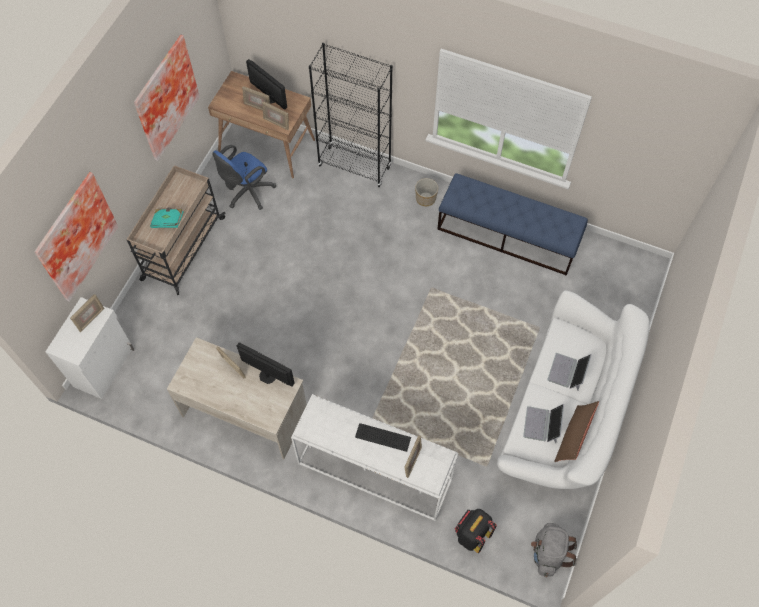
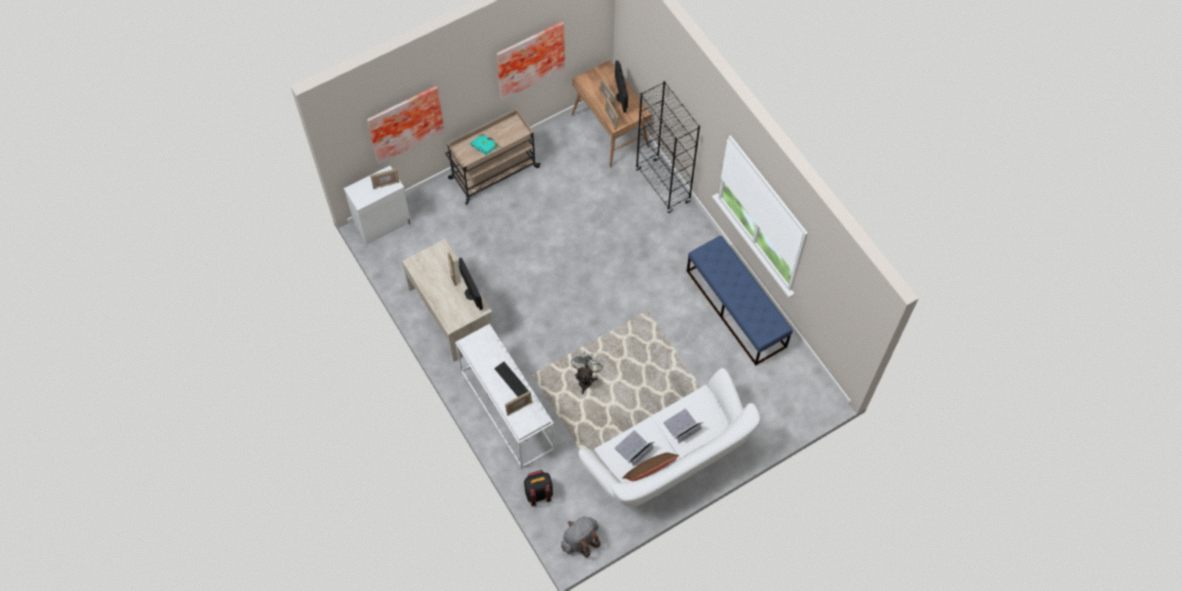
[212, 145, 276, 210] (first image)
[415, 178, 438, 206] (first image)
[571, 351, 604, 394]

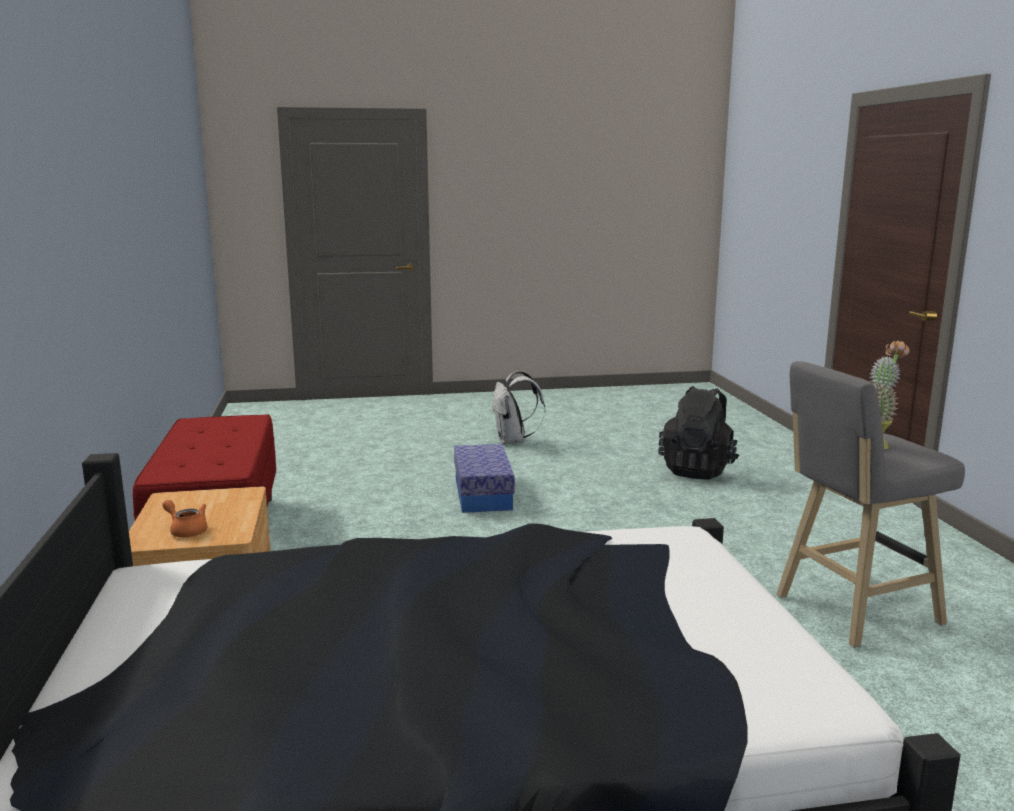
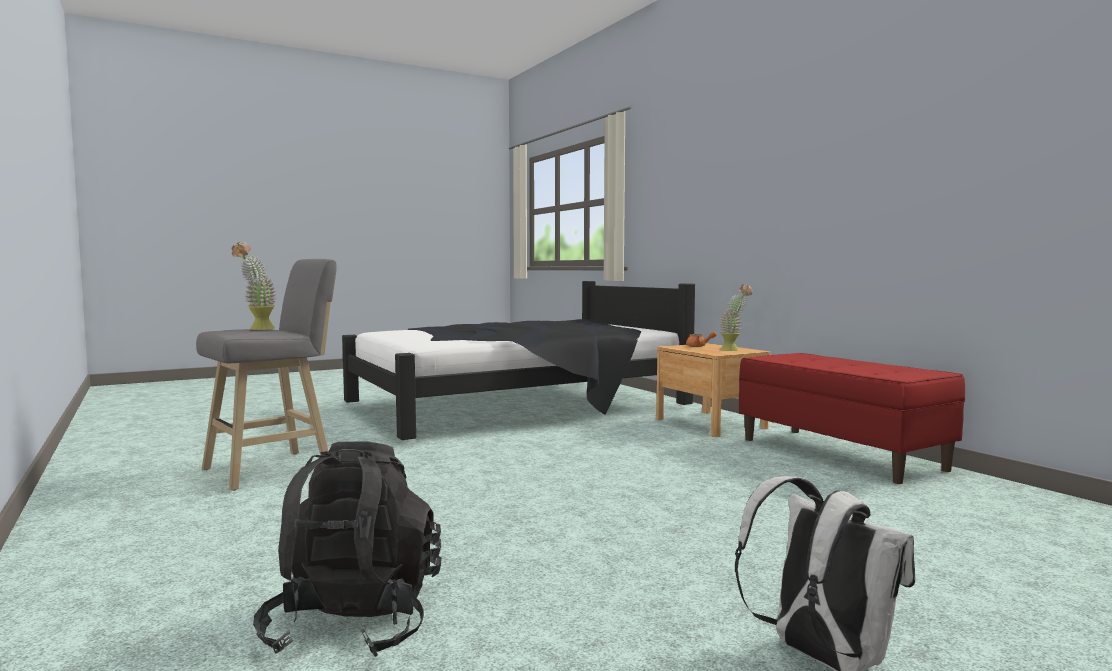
[454, 444, 515, 513] (first image)
[719, 284, 753, 351]

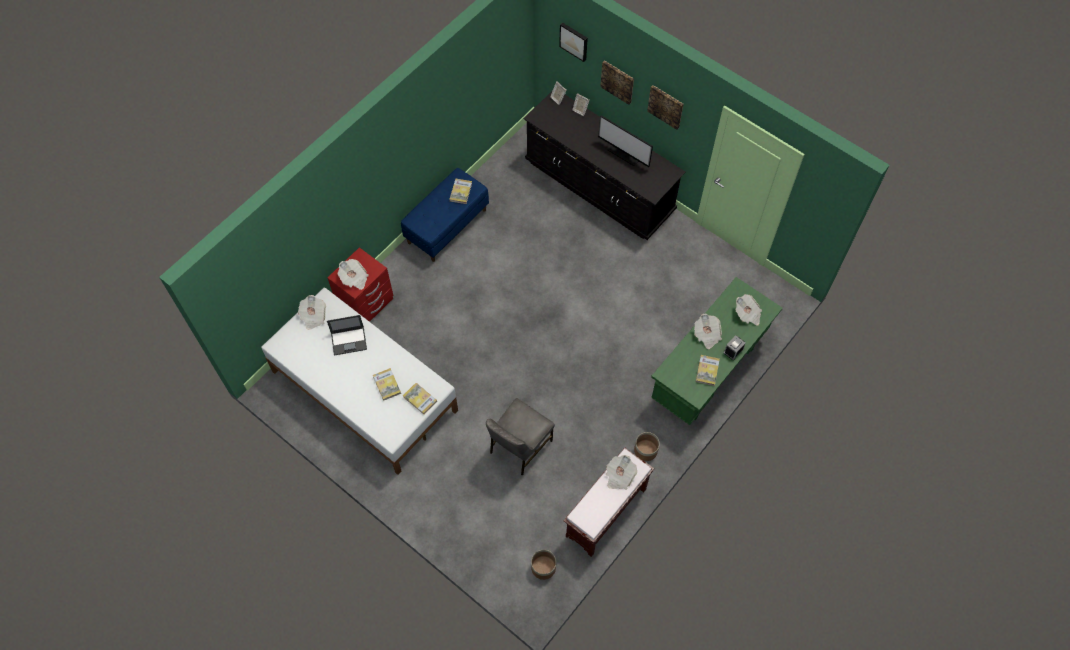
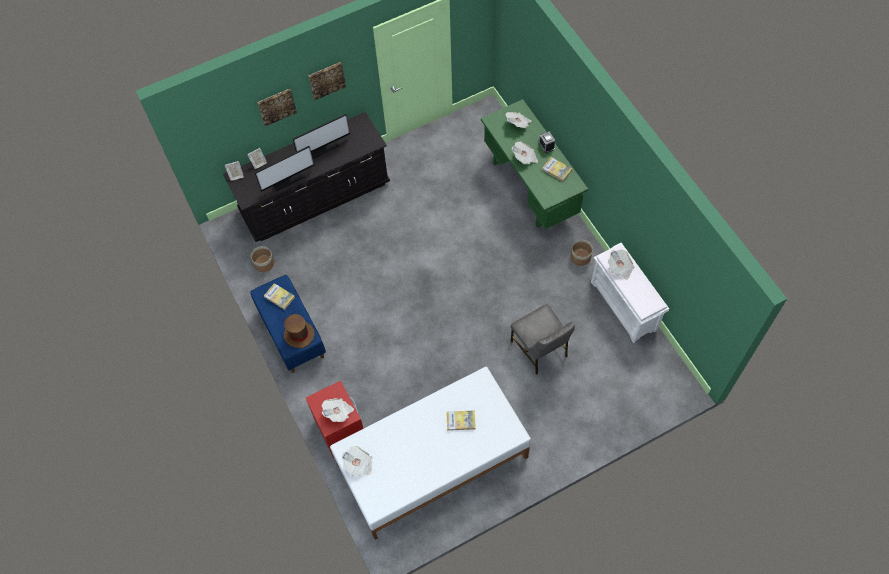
[327, 315, 367, 356] (first image)
[403, 383, 437, 415] (first image)
[251, 246, 274, 272]
[559, 22, 588, 62] (first image)
[591, 243, 669, 343]
[255, 146, 314, 192]
[284, 314, 315, 348]

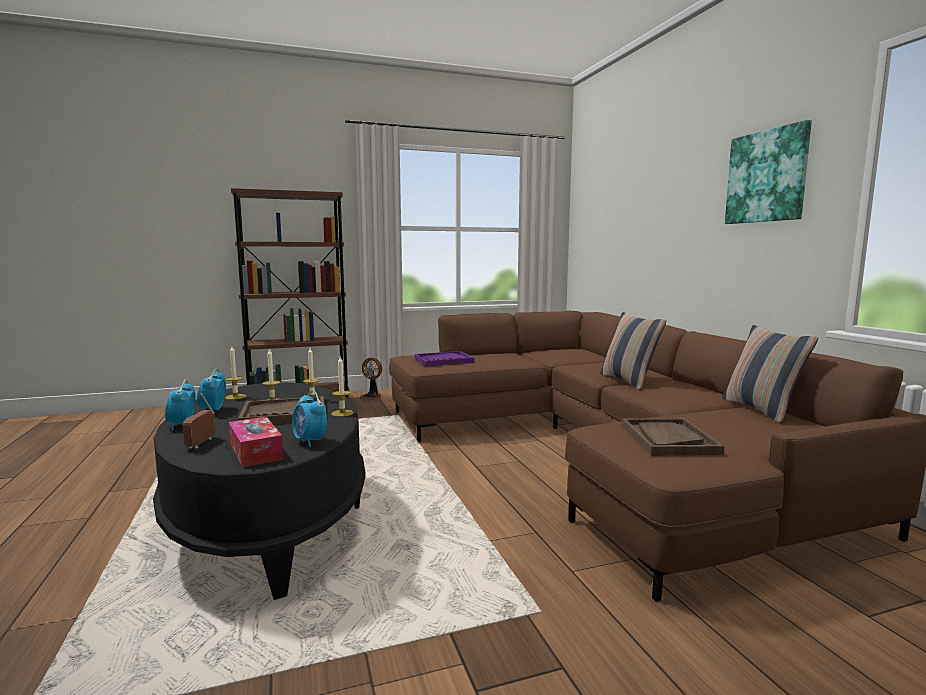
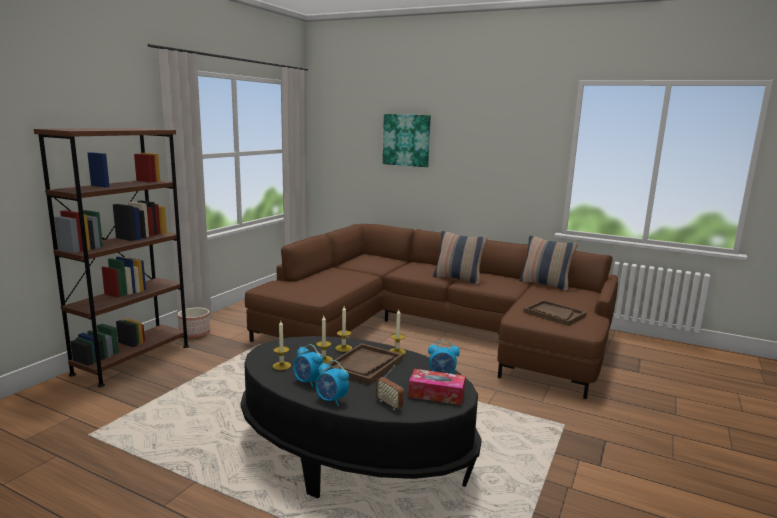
[178, 307, 210, 338]
[415, 351, 475, 366] (first image)
[383, 114, 431, 167]

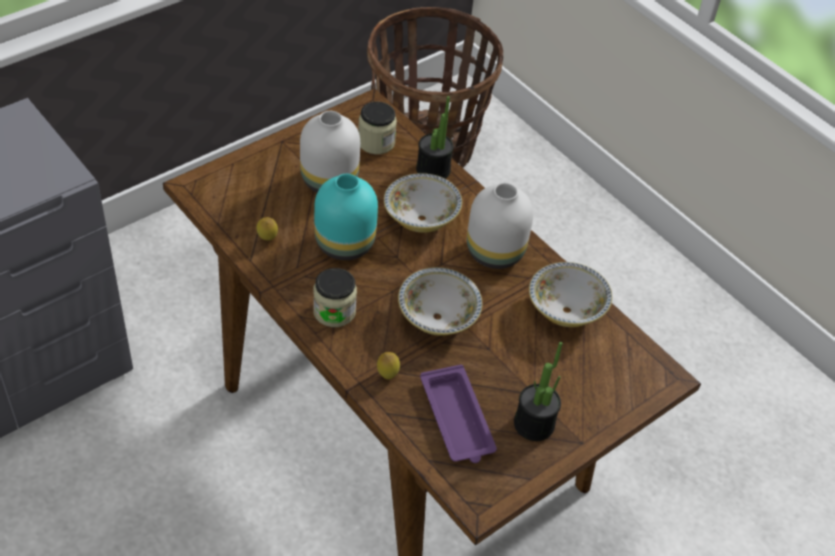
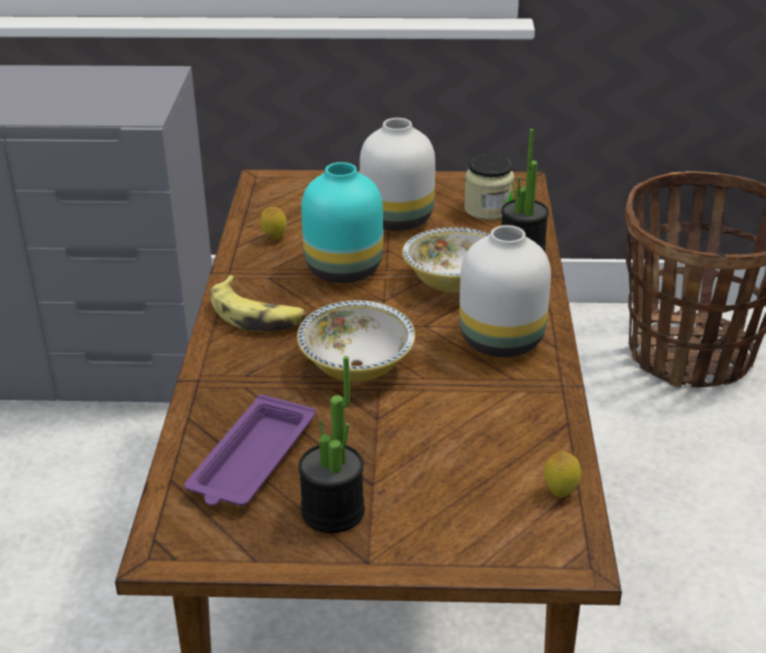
[210, 275, 307, 332]
[544, 451, 581, 498]
[529, 262, 612, 327] (first image)

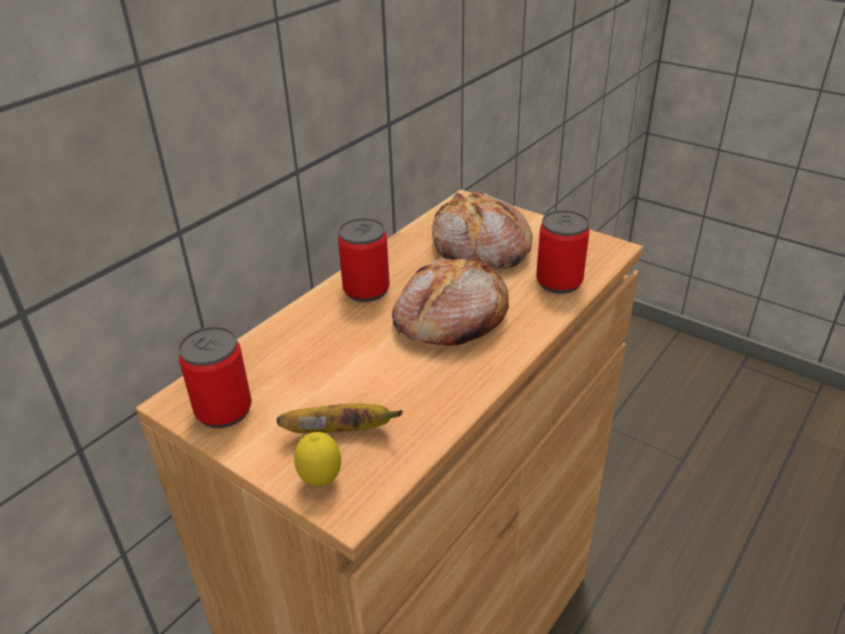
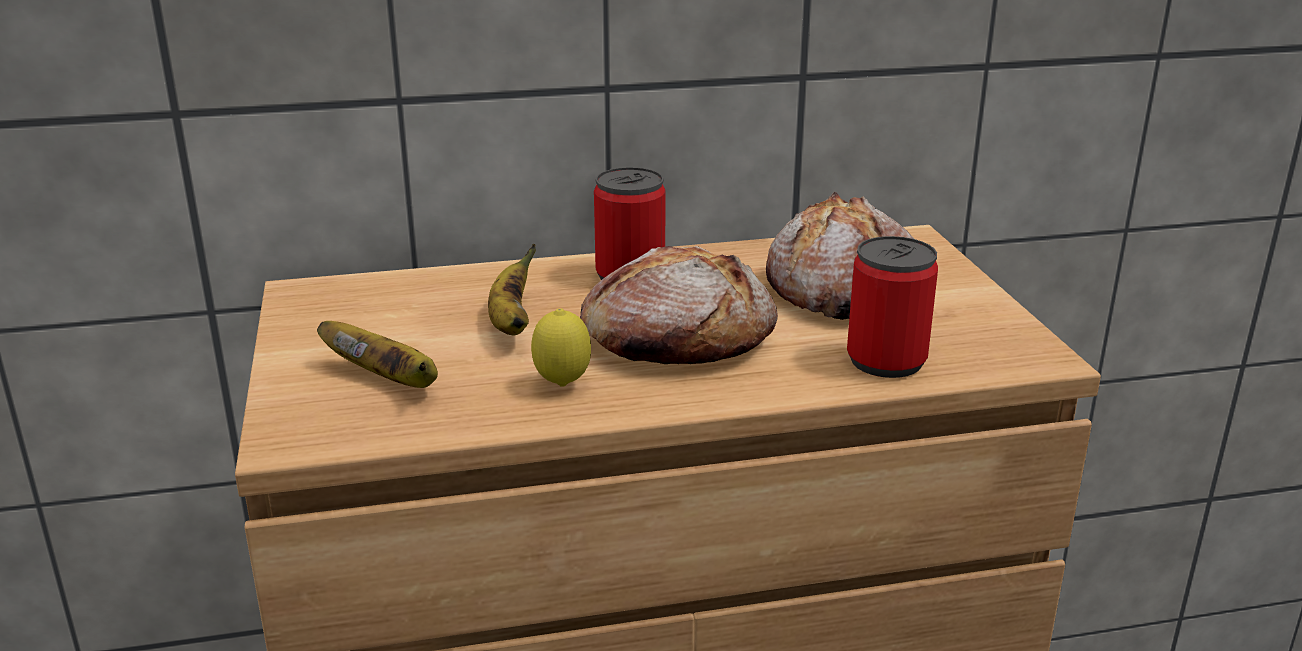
[178, 327, 252, 428] (first image)
[531, 308, 591, 387]
[488, 244, 536, 336]

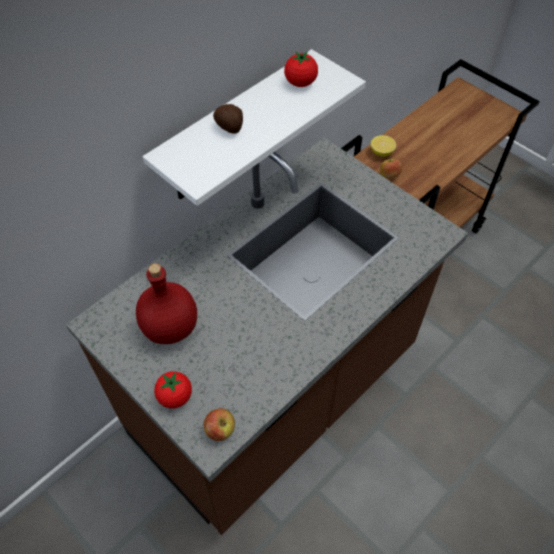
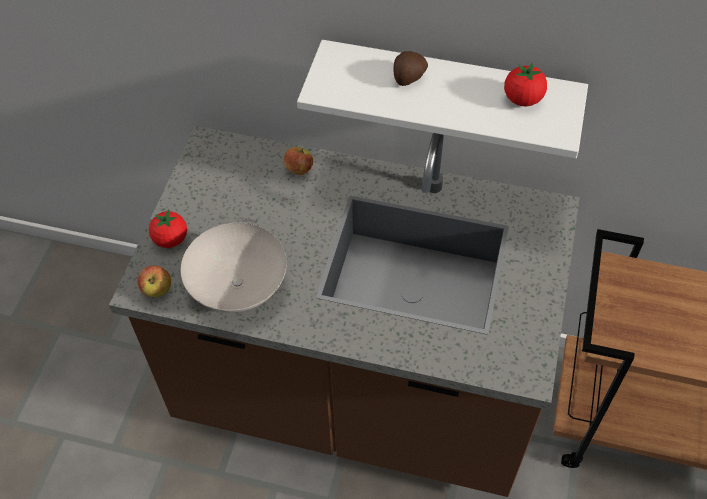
[136, 263, 197, 344] (first image)
[371, 135, 396, 157] (first image)
[284, 147, 313, 175]
[181, 223, 287, 312]

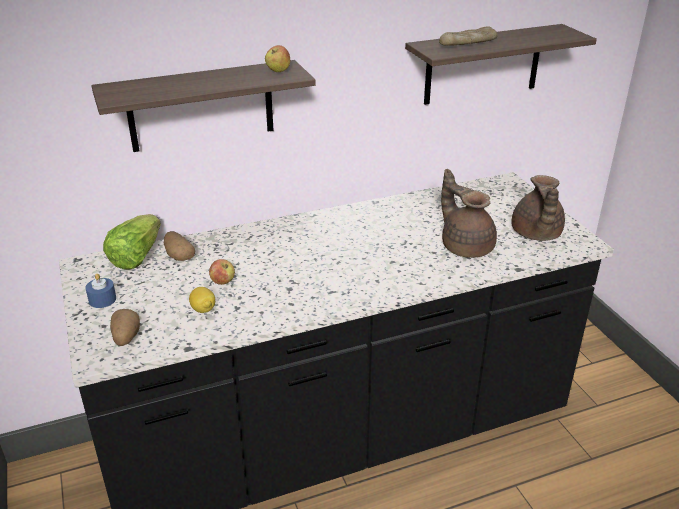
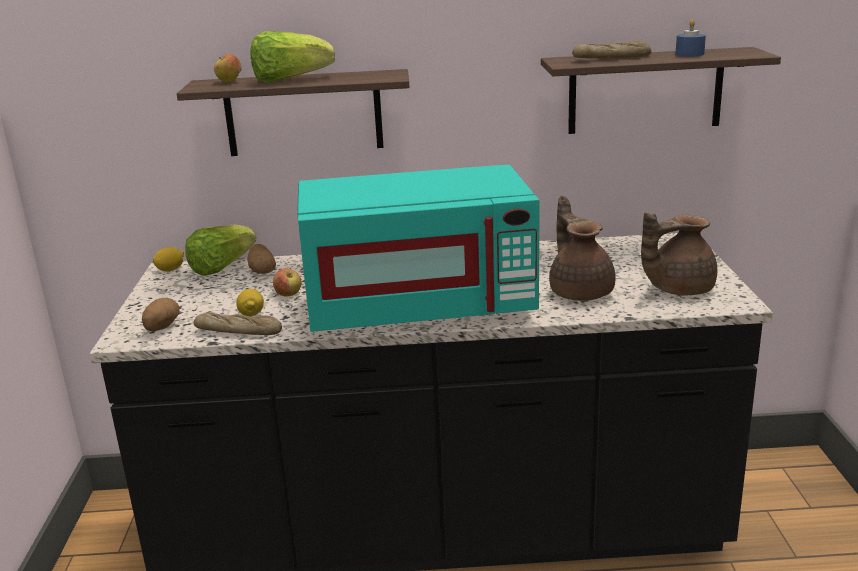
[675, 20, 706, 57]
[214, 54, 242, 83]
[641, 213, 717, 295]
[153, 247, 184, 271]
[194, 312, 282, 335]
[250, 31, 335, 82]
[297, 165, 540, 332]

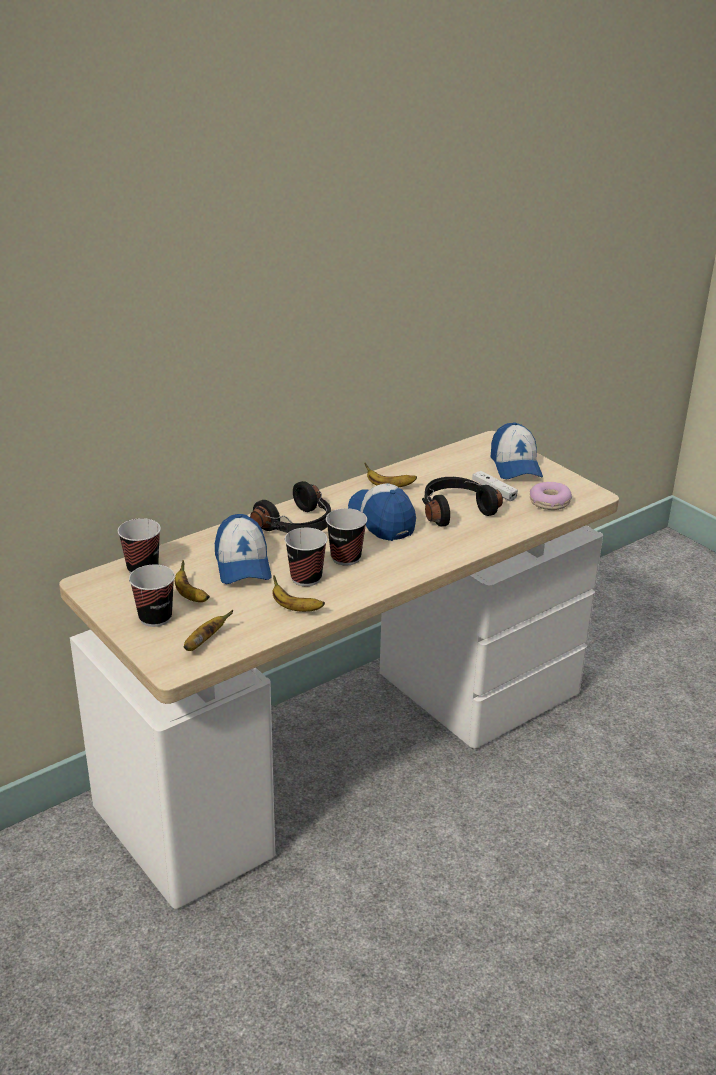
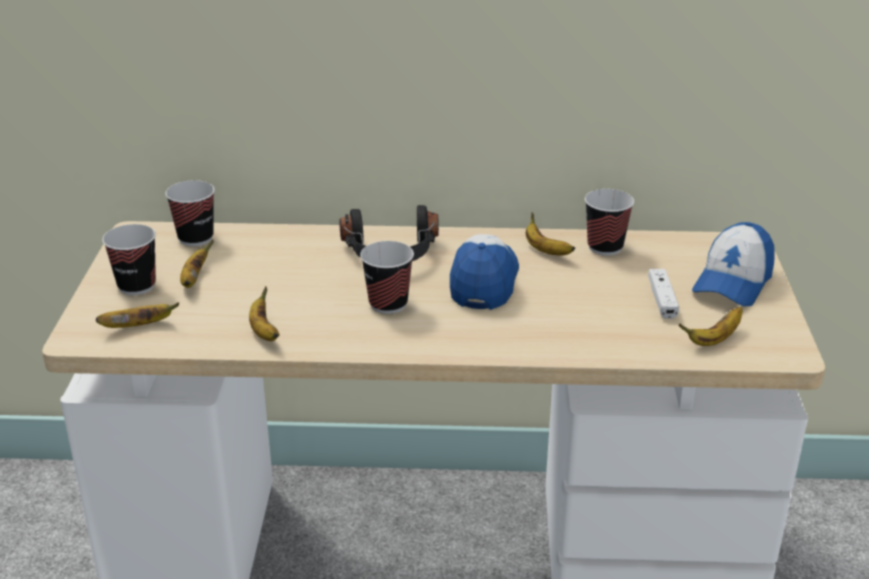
[215, 514, 272, 584] (first image)
[585, 189, 634, 256]
[422, 477, 503, 527] (first image)
[679, 307, 742, 346]

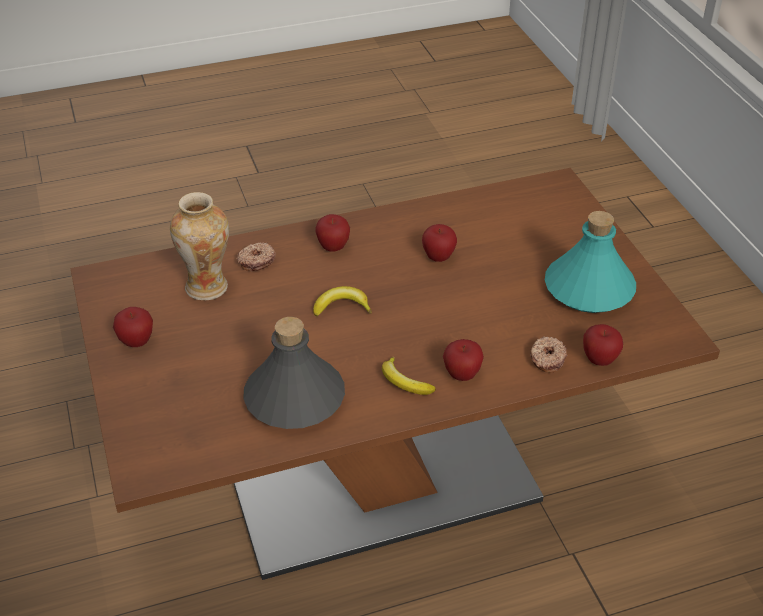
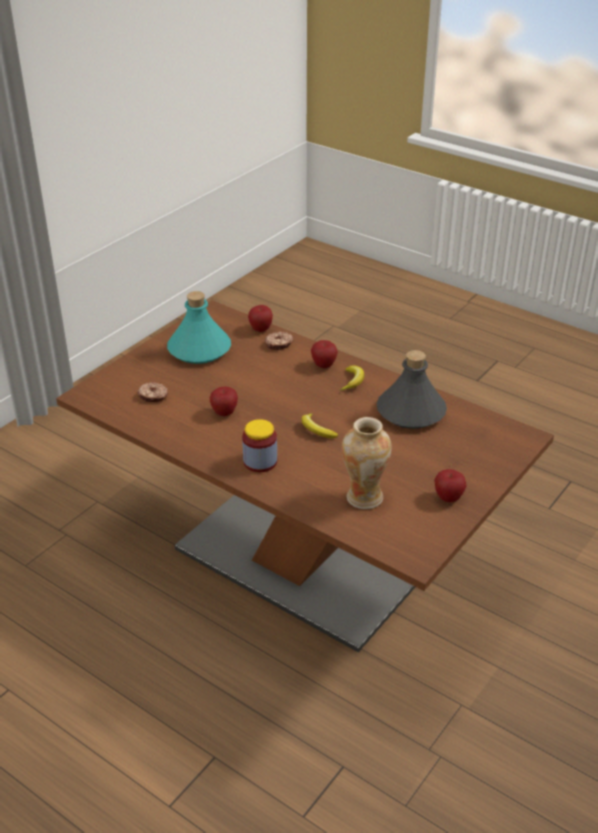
[138, 382, 168, 402]
[242, 419, 277, 472]

